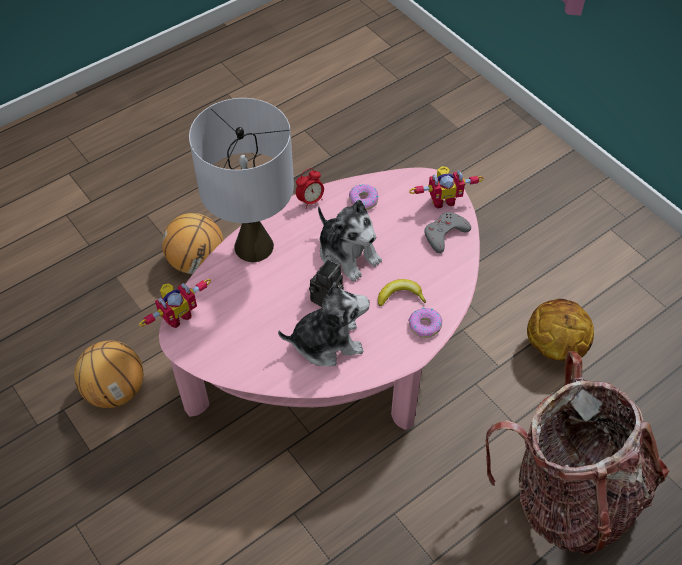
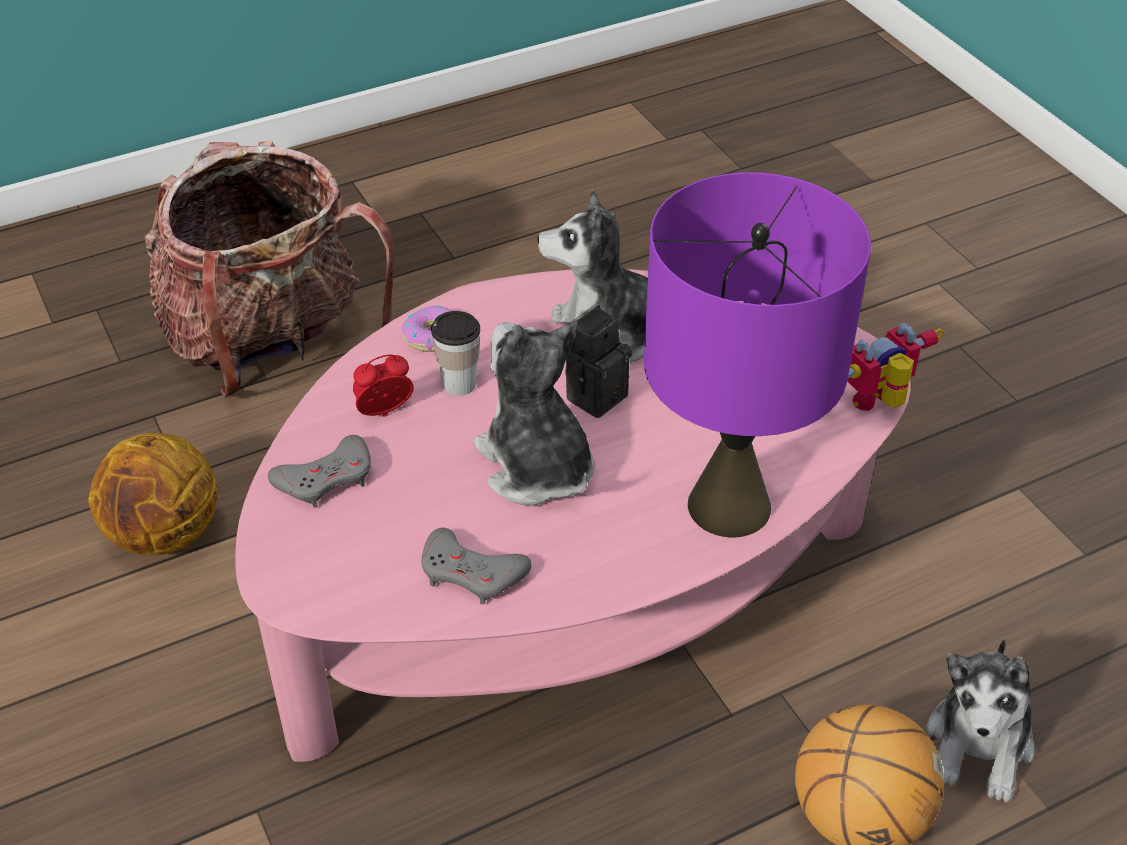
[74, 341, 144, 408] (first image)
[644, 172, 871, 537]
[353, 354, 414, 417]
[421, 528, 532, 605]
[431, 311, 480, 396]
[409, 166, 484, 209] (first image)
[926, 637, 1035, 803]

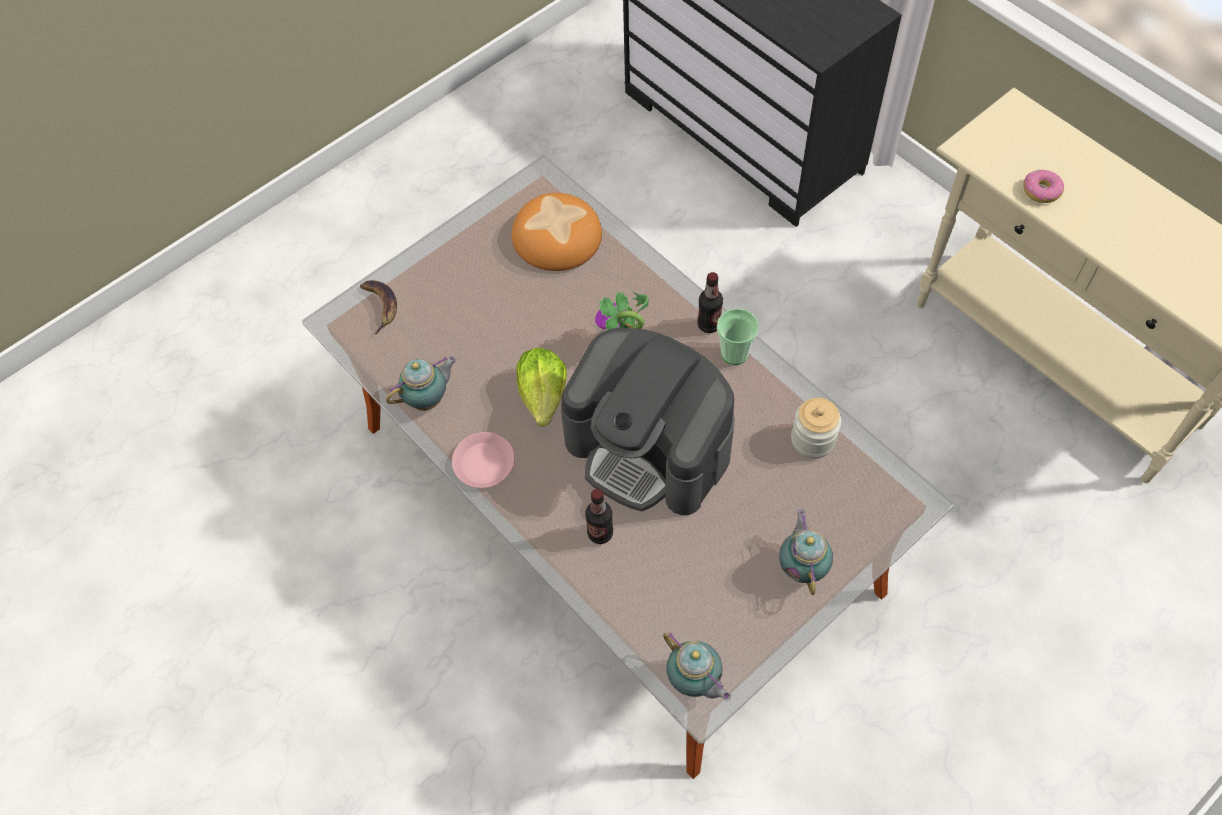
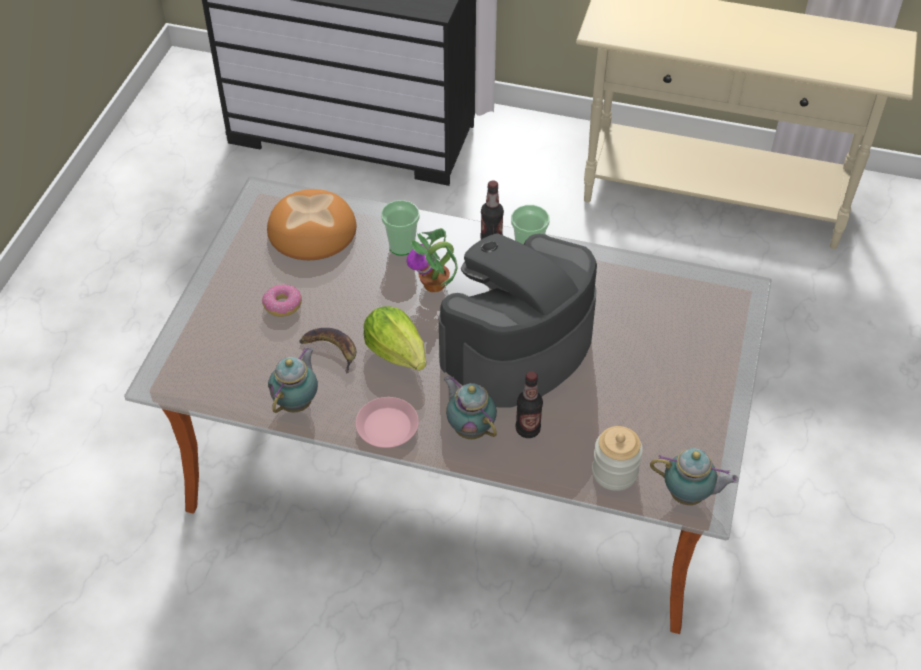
[299, 328, 356, 374]
[439, 234, 597, 408]
[444, 376, 497, 439]
[592, 426, 643, 491]
[262, 284, 302, 317]
[381, 200, 420, 256]

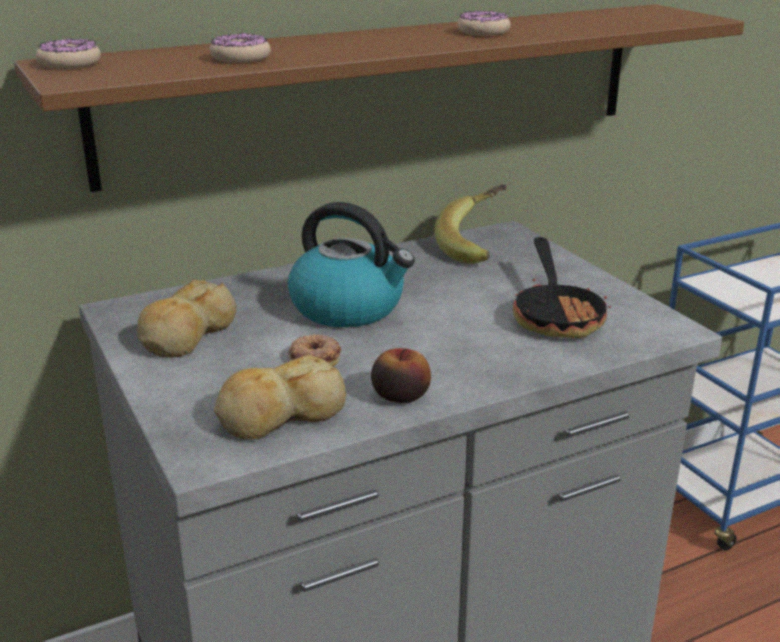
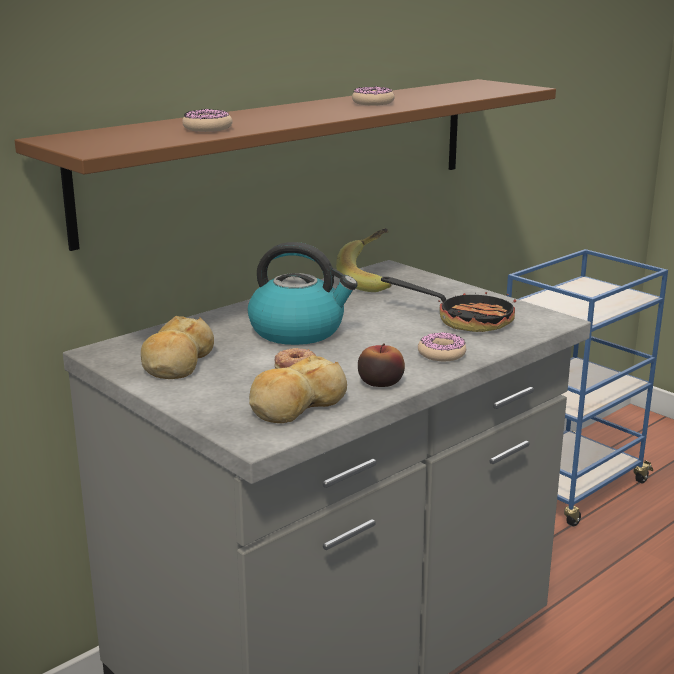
[418, 332, 466, 362]
[381, 277, 516, 332]

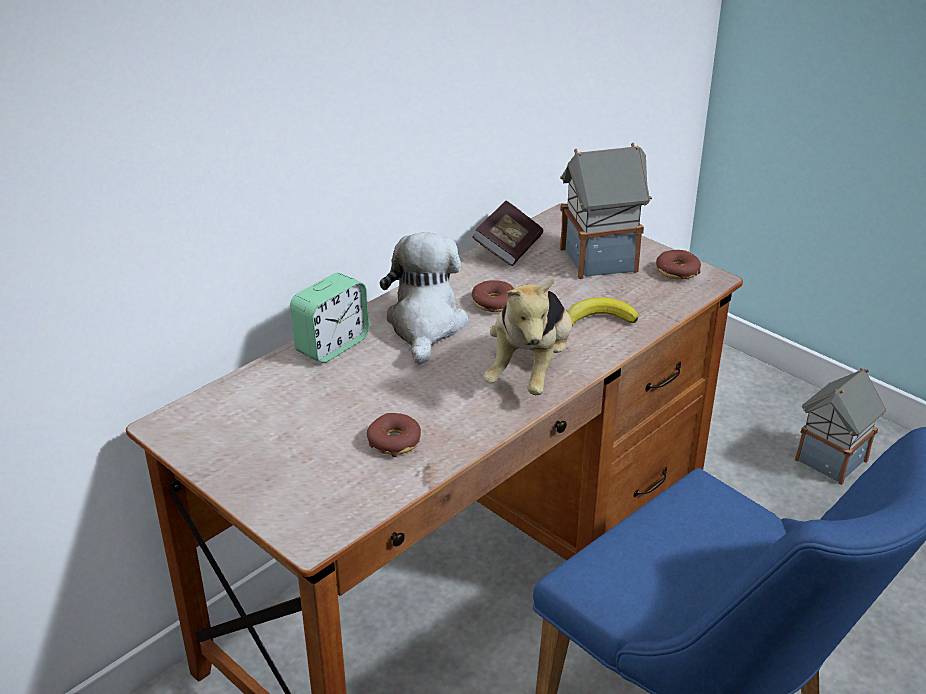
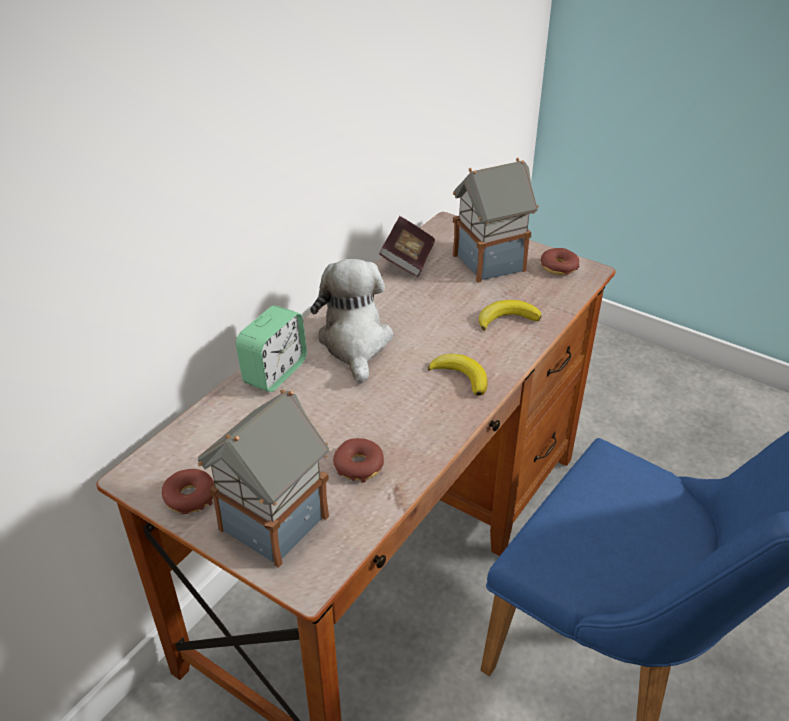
[162, 469, 214, 514]
[428, 354, 488, 396]
[198, 389, 329, 568]

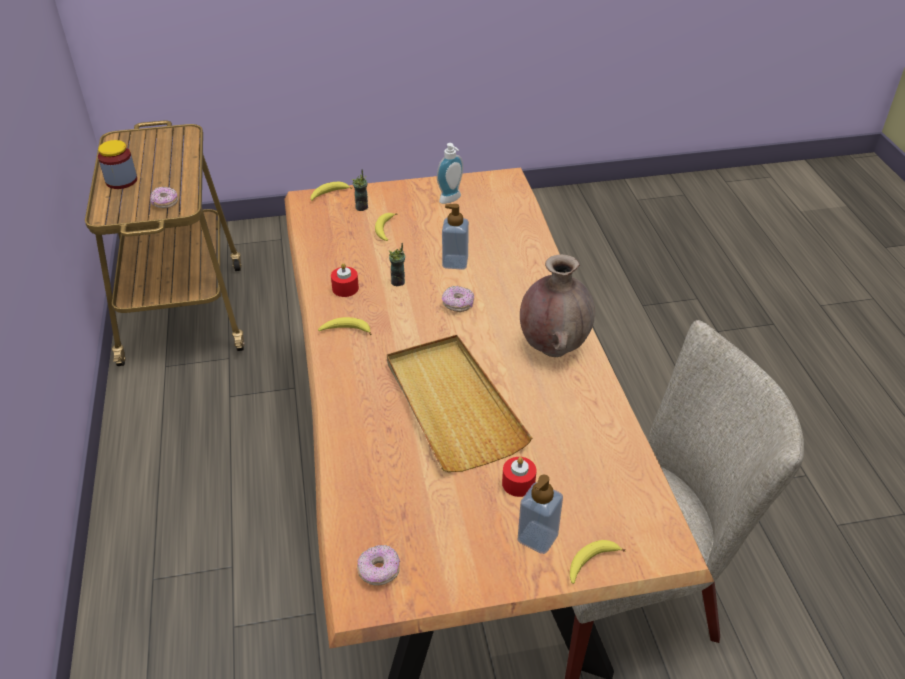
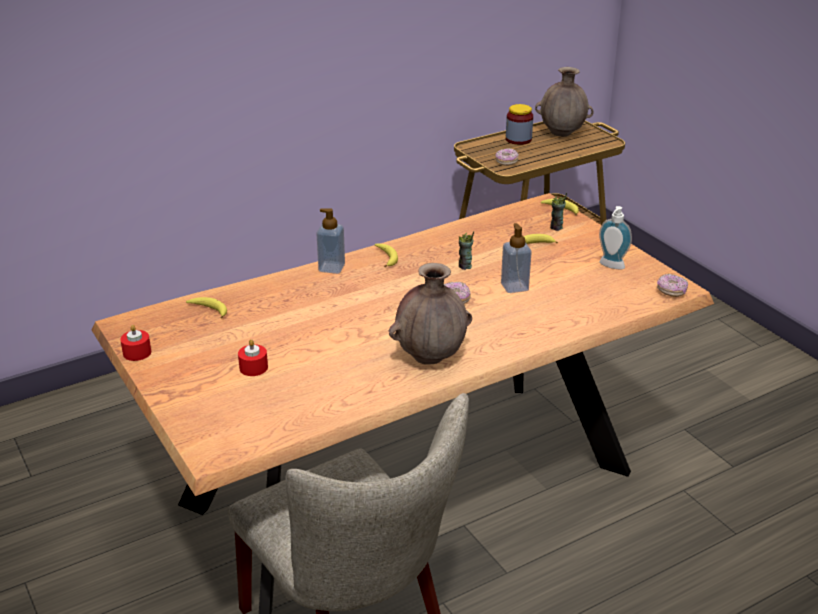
[120, 325, 151, 361]
[657, 274, 688, 297]
[387, 335, 532, 472] (first image)
[316, 208, 345, 274]
[186, 297, 227, 319]
[535, 67, 594, 137]

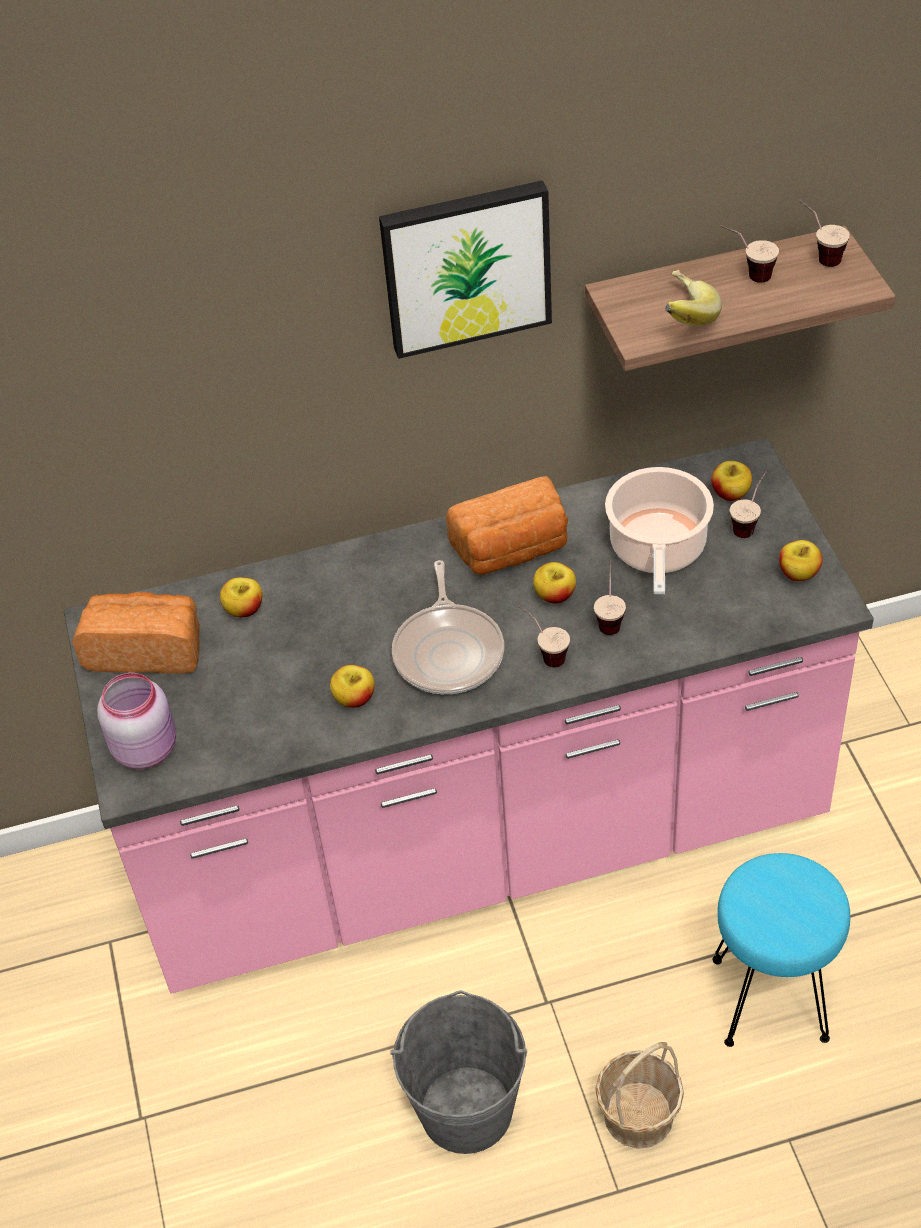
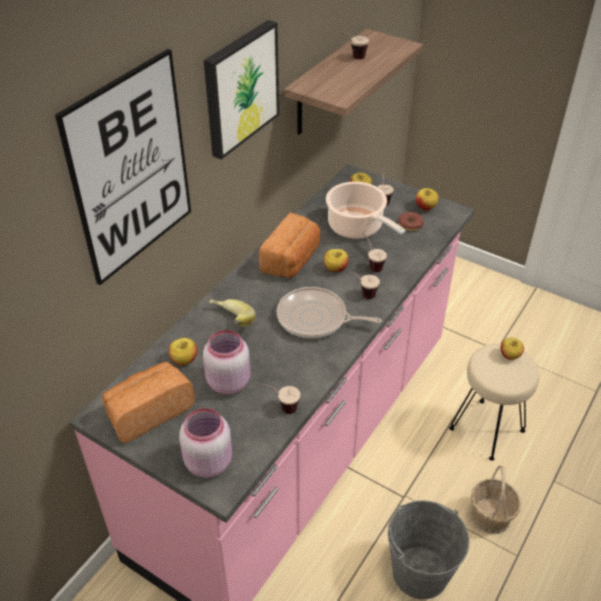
[501, 338, 524, 360]
[277, 287, 381, 339]
[210, 299, 255, 327]
[449, 343, 539, 461]
[259, 384, 300, 414]
[55, 49, 191, 285]
[203, 330, 251, 395]
[398, 212, 424, 231]

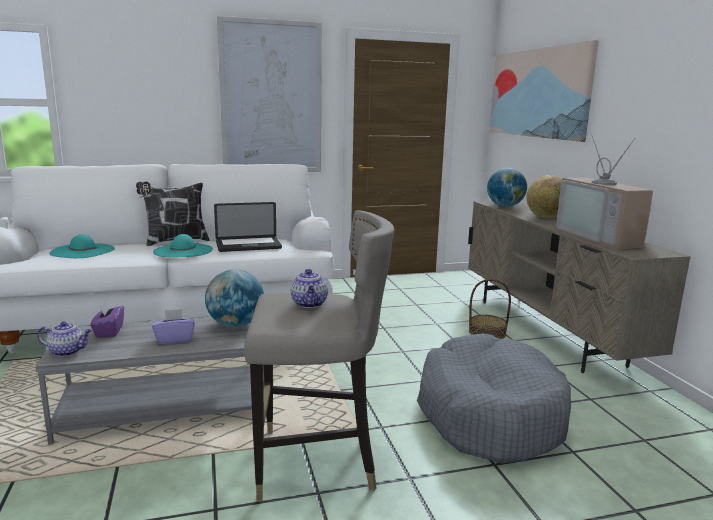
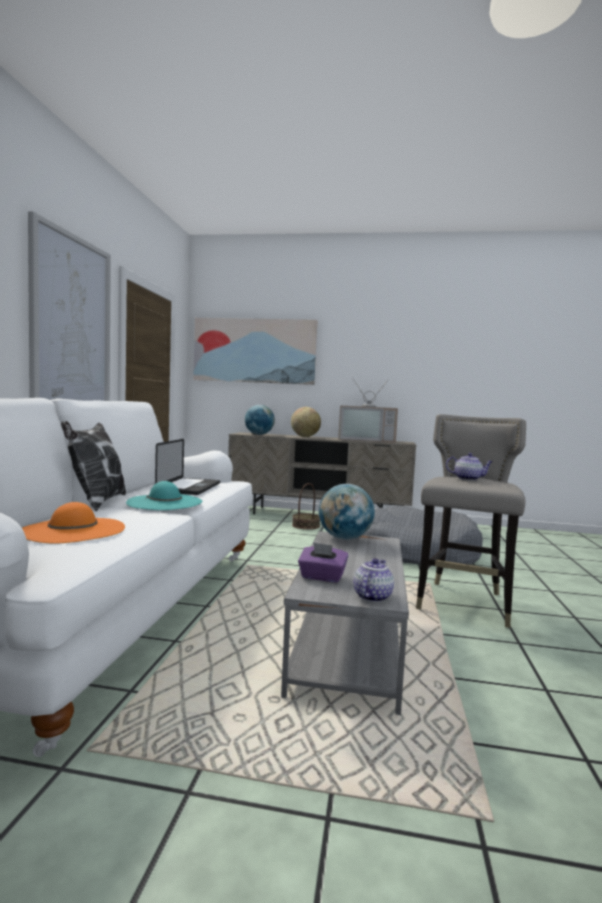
[22, 502, 125, 543]
[152, 309, 195, 344] (first image)

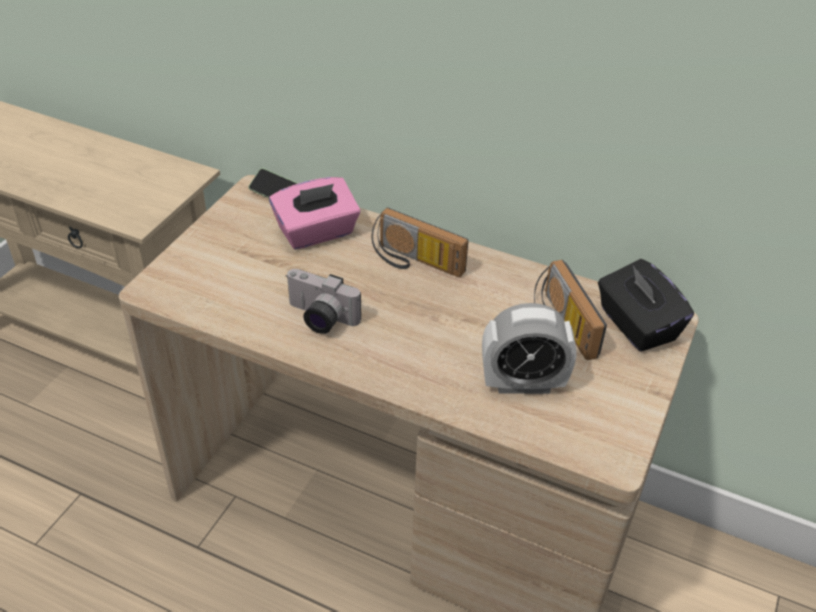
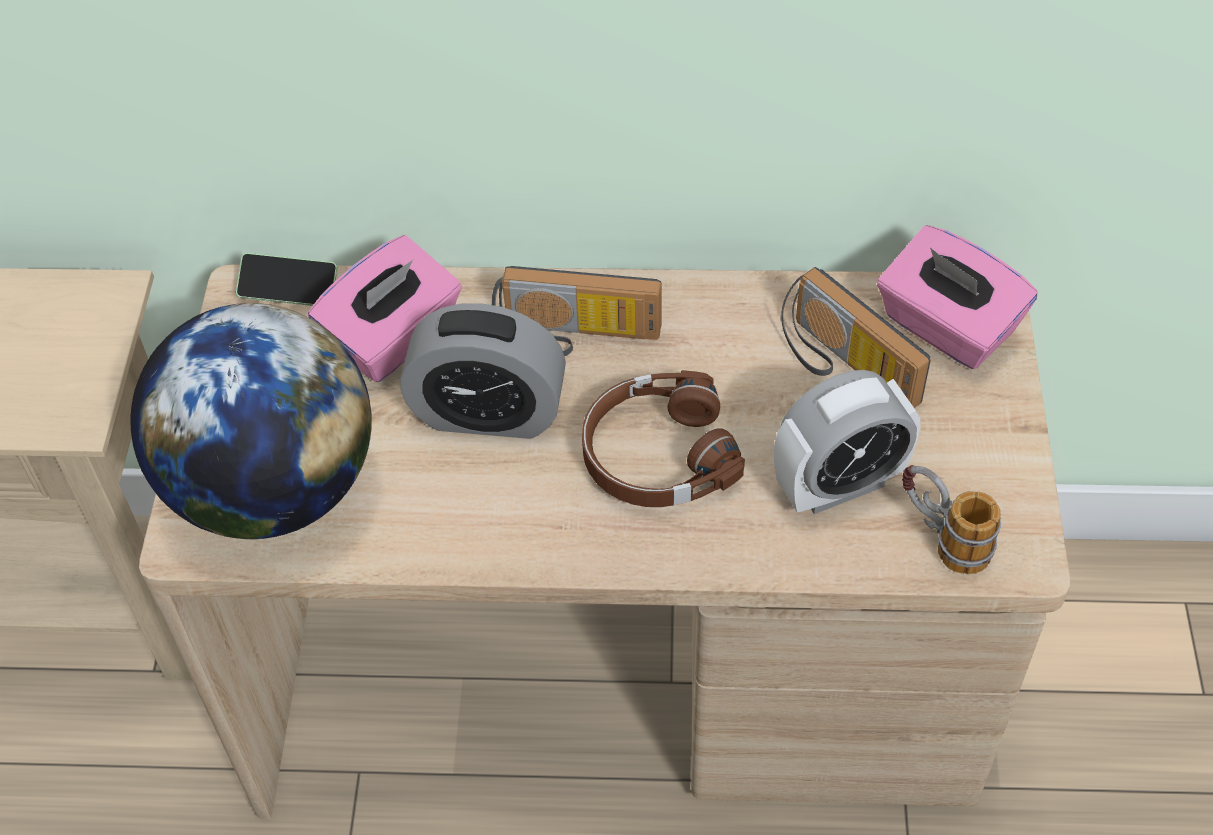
[286, 269, 361, 334] (first image)
[877, 225, 1038, 369]
[131, 303, 371, 539]
[400, 303, 566, 439]
[582, 370, 745, 507]
[902, 465, 1001, 574]

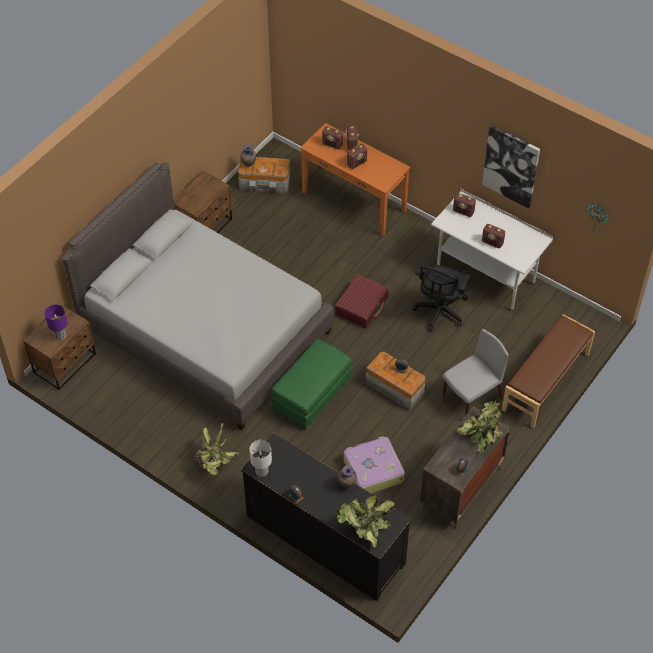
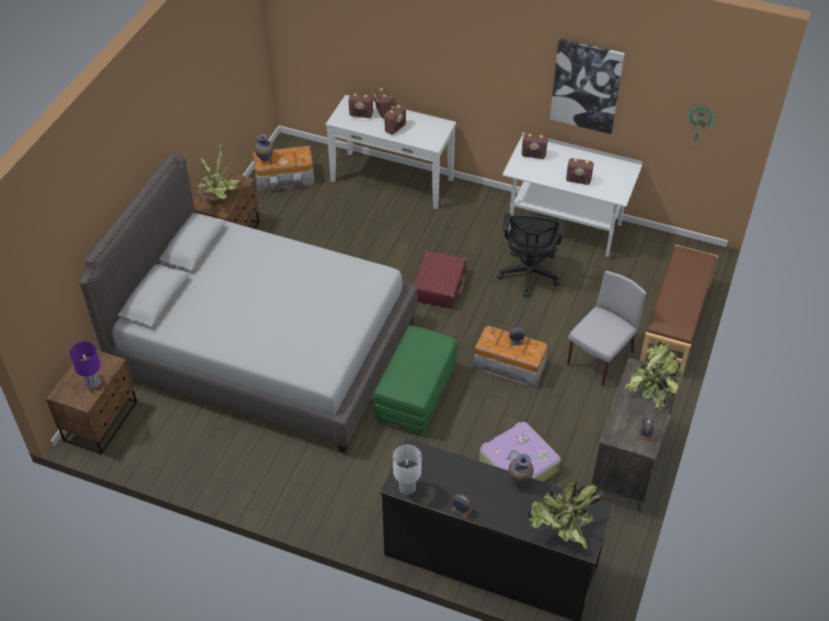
[197, 143, 244, 202]
[326, 95, 456, 209]

